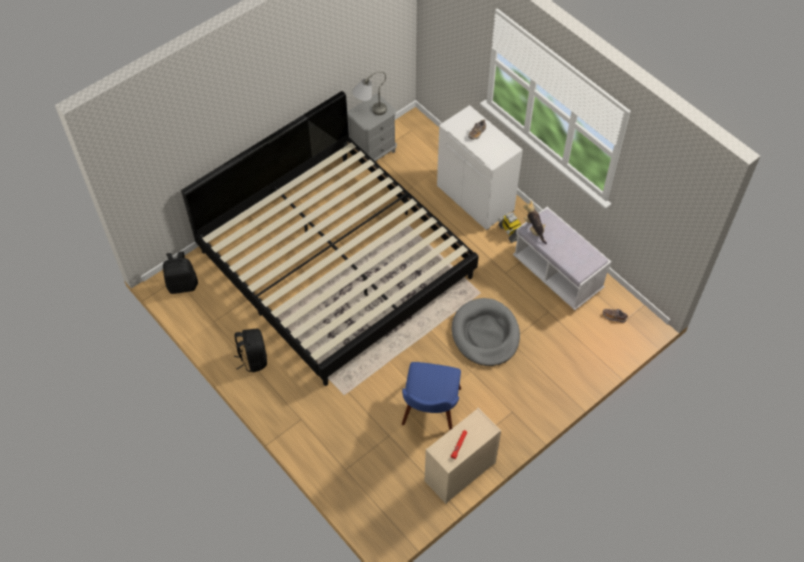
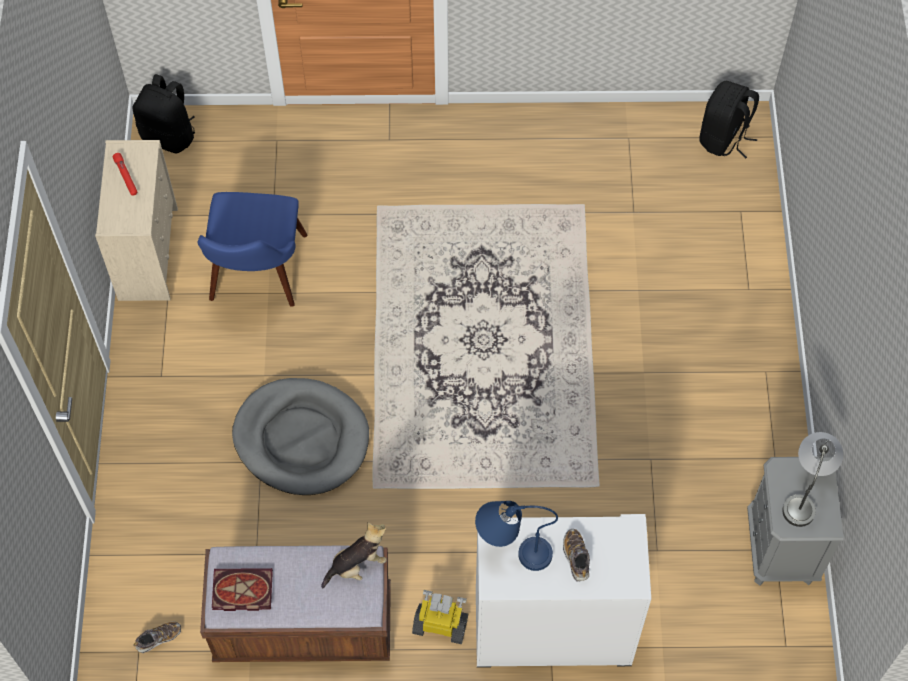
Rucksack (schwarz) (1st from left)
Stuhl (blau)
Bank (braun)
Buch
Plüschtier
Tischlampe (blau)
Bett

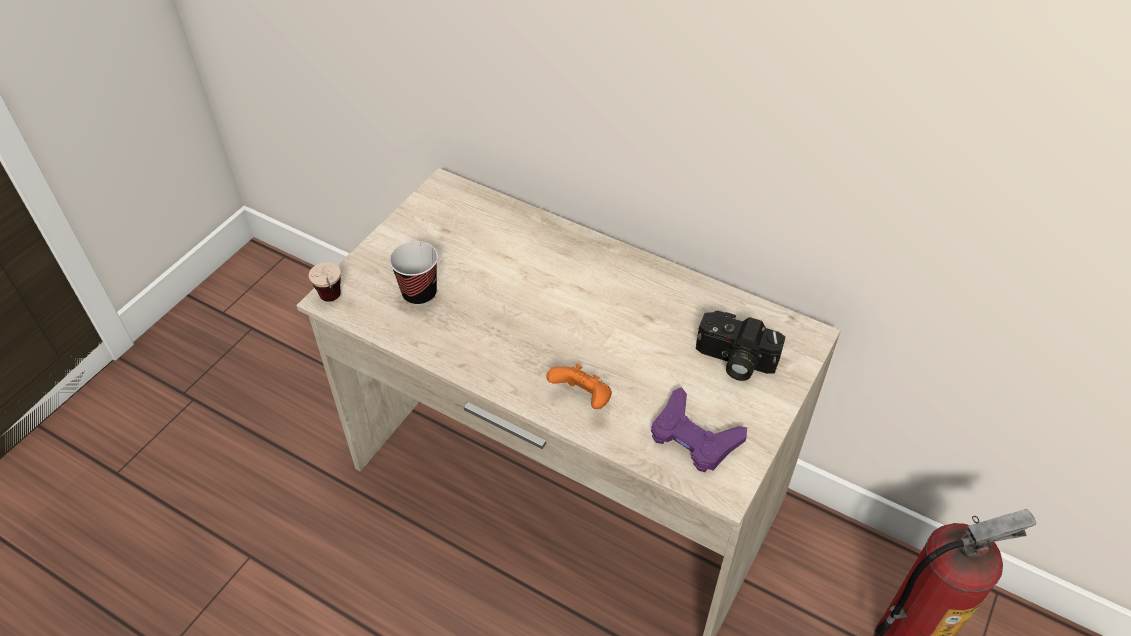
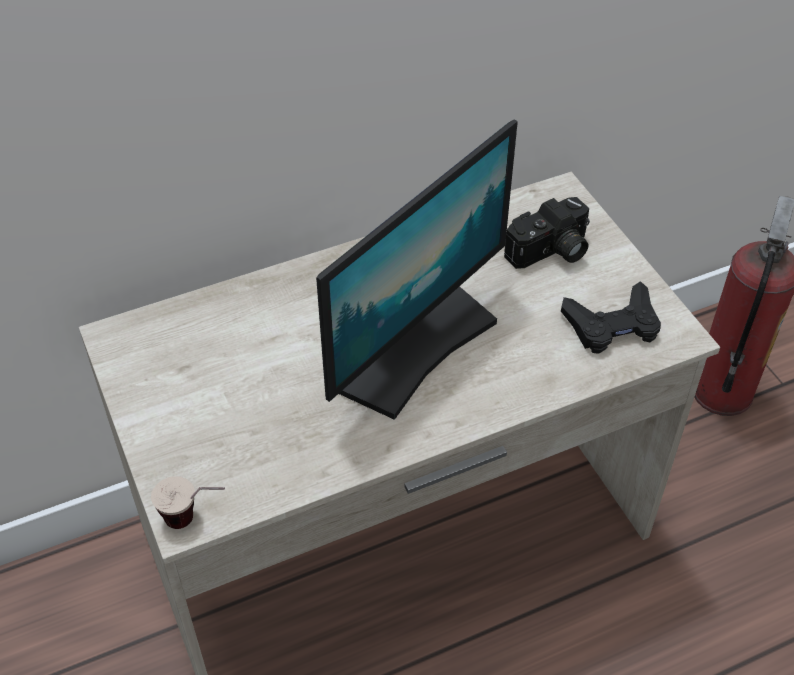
Monitor
Gamepad (schwarz)
Tasse (2nd from left in the first image)
Gamepad (orange)

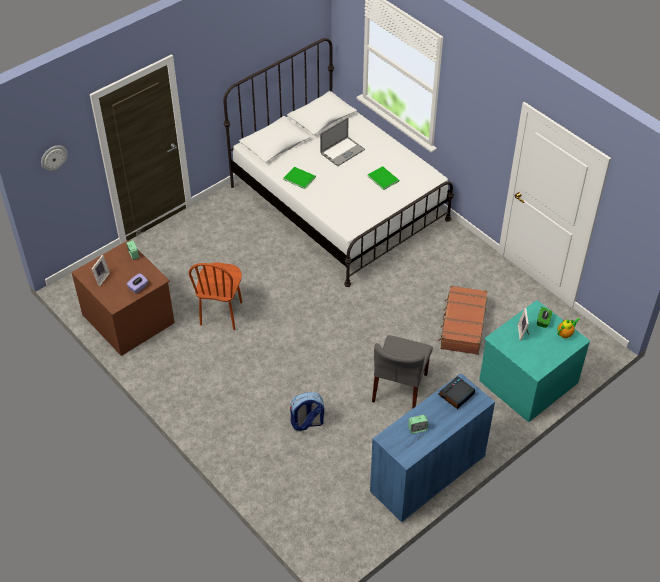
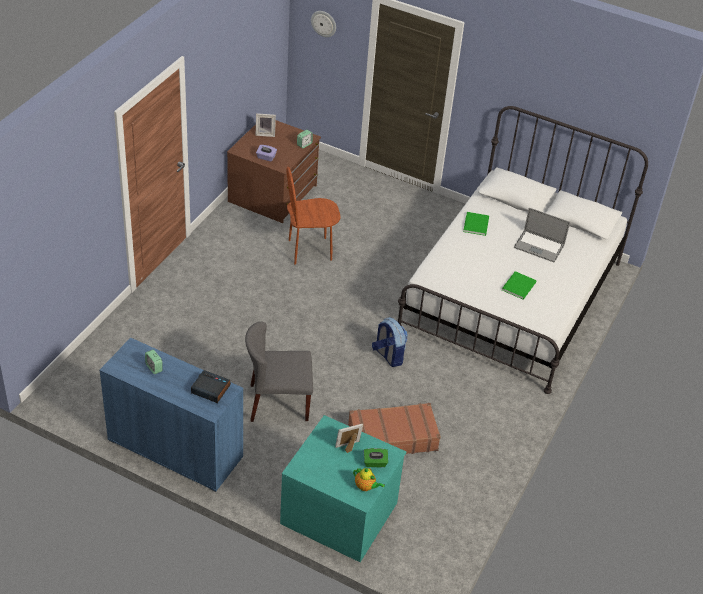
Rucksack

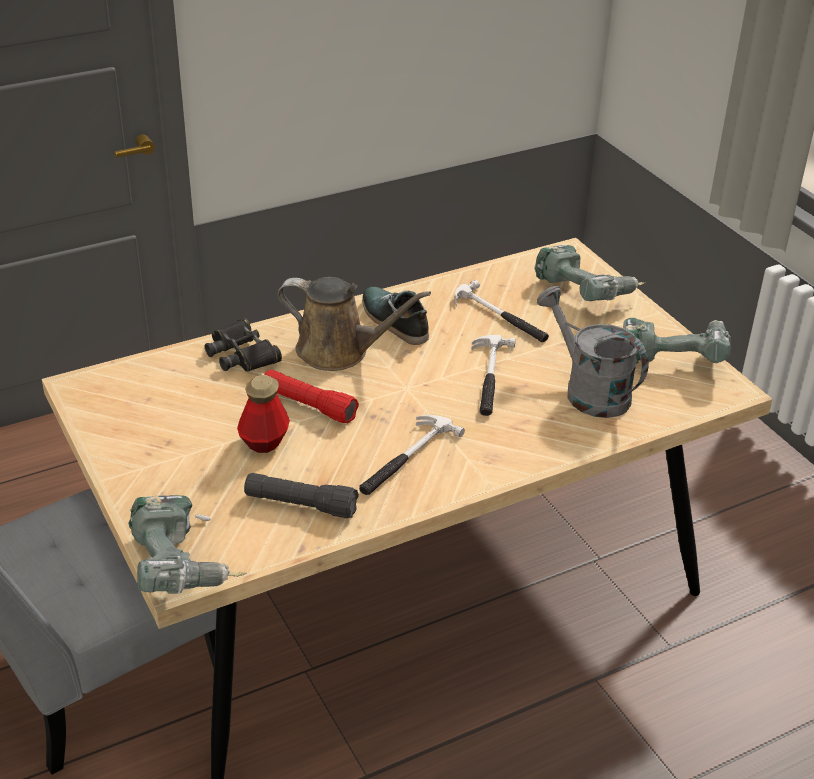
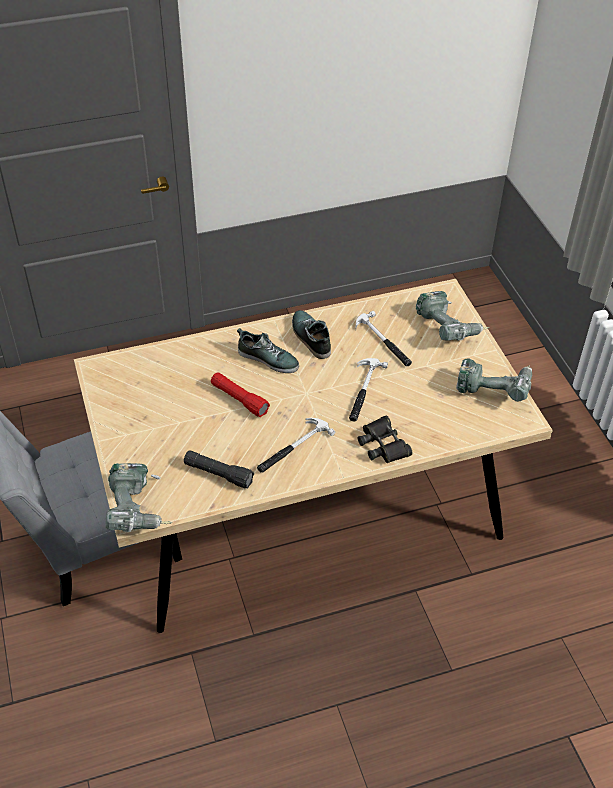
Schuh (1st from left)
Fernglas (schwarz)
Flasche
Gießkanne (grau)

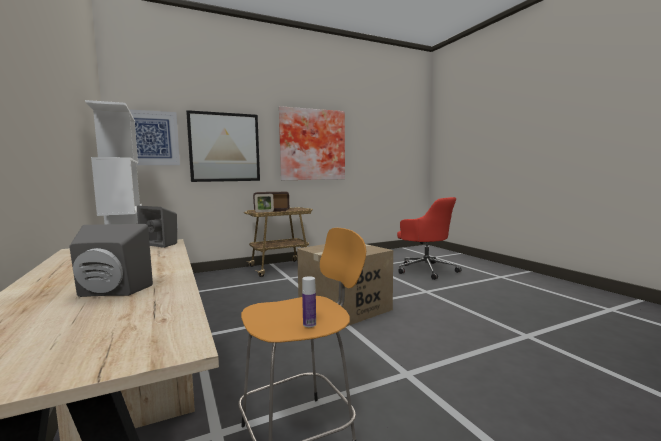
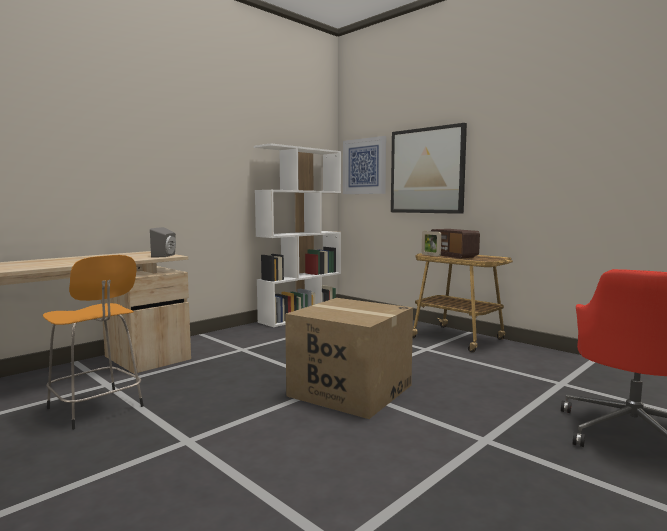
Lautsprecher (grau) (1st from left in the first image)
Bild (3rd from left in the first image)
Flasche

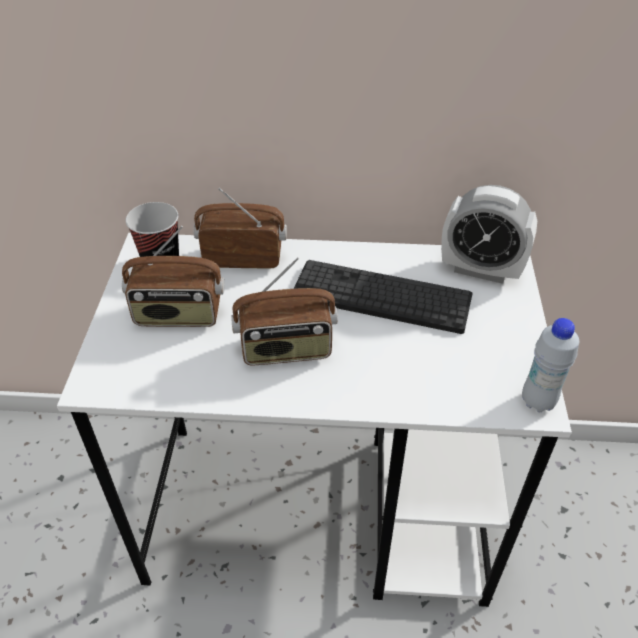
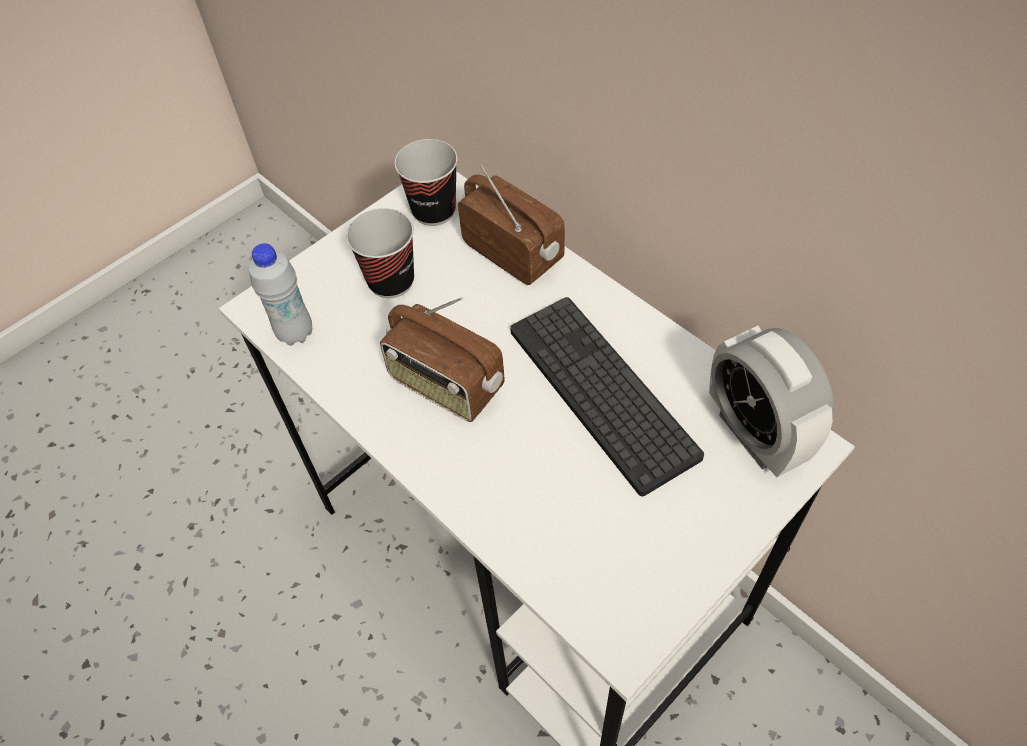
Flasche (weiß)
Tasse (1st from left)

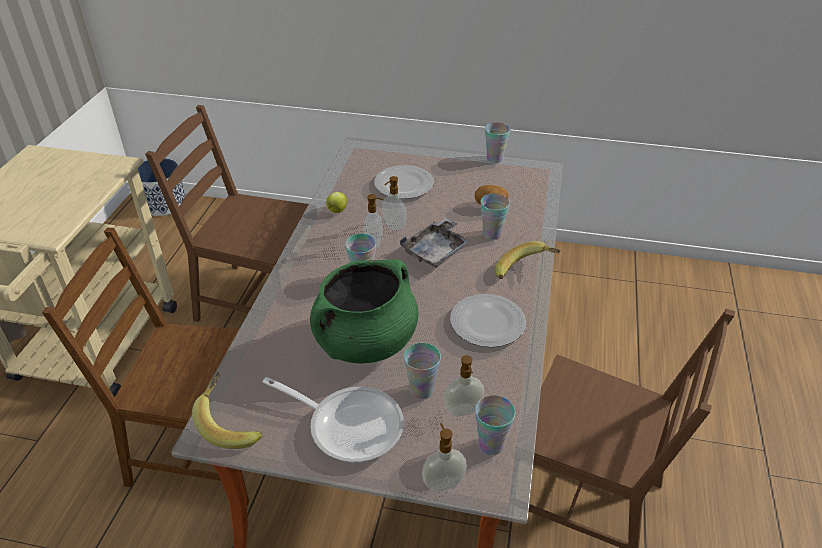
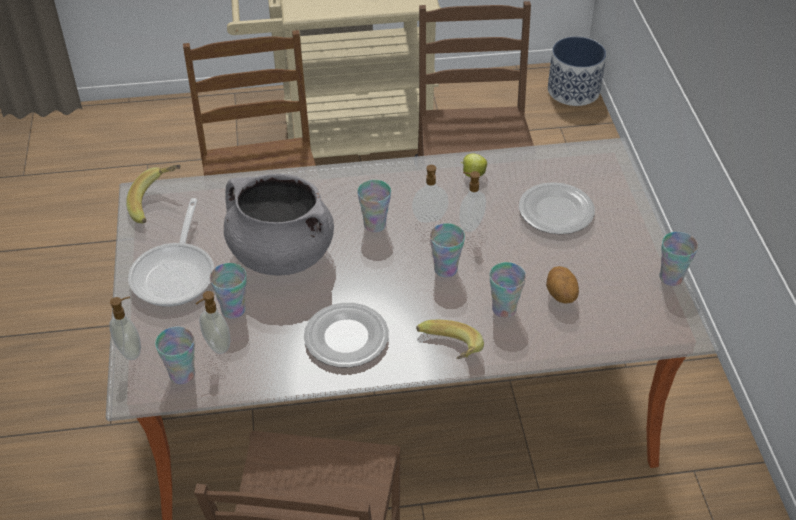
Kochtopf (grau)
Tasse (4th from left)

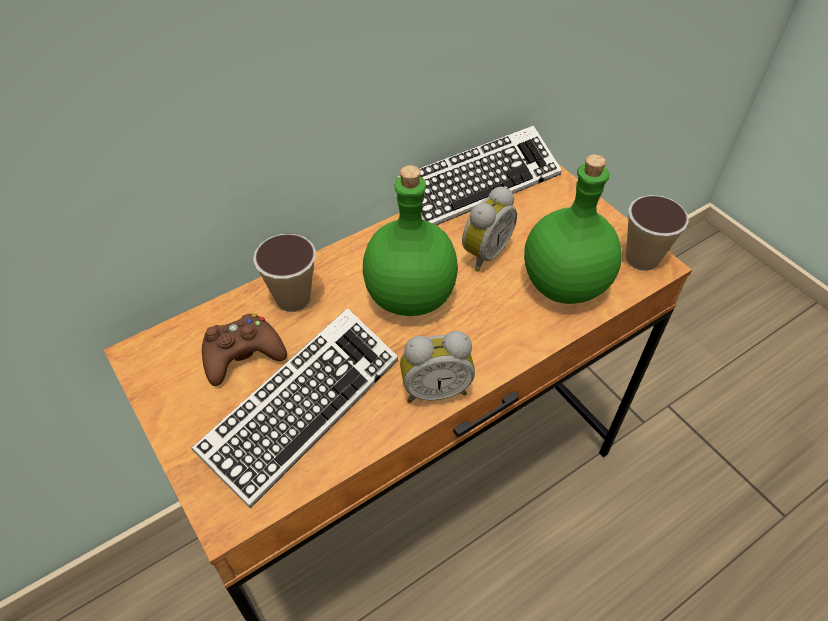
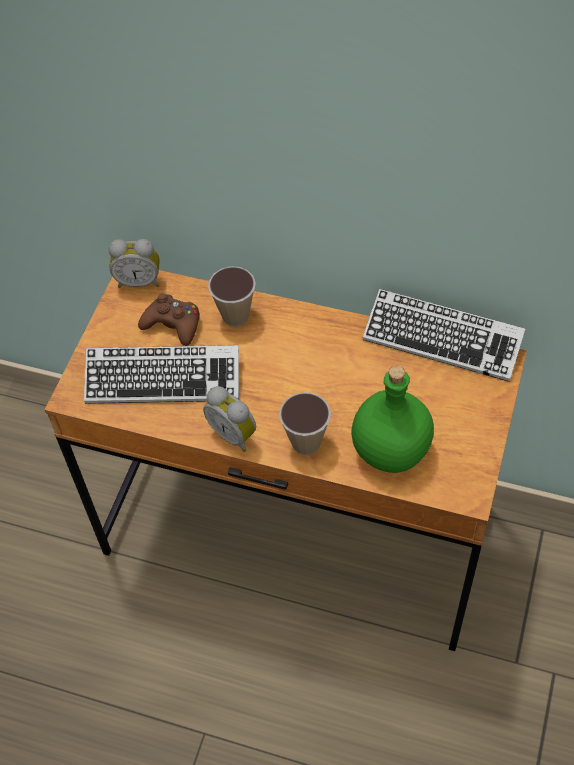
Wecker (1st from left)
Tasse (2nd from left)
Flasche (grün) (1st from left in the first image)

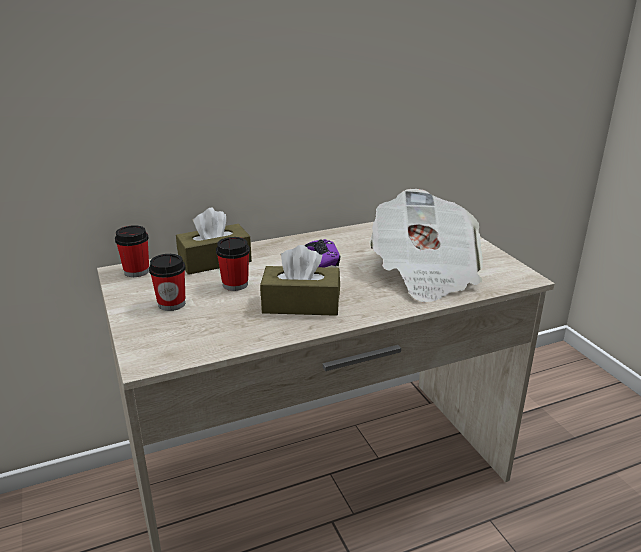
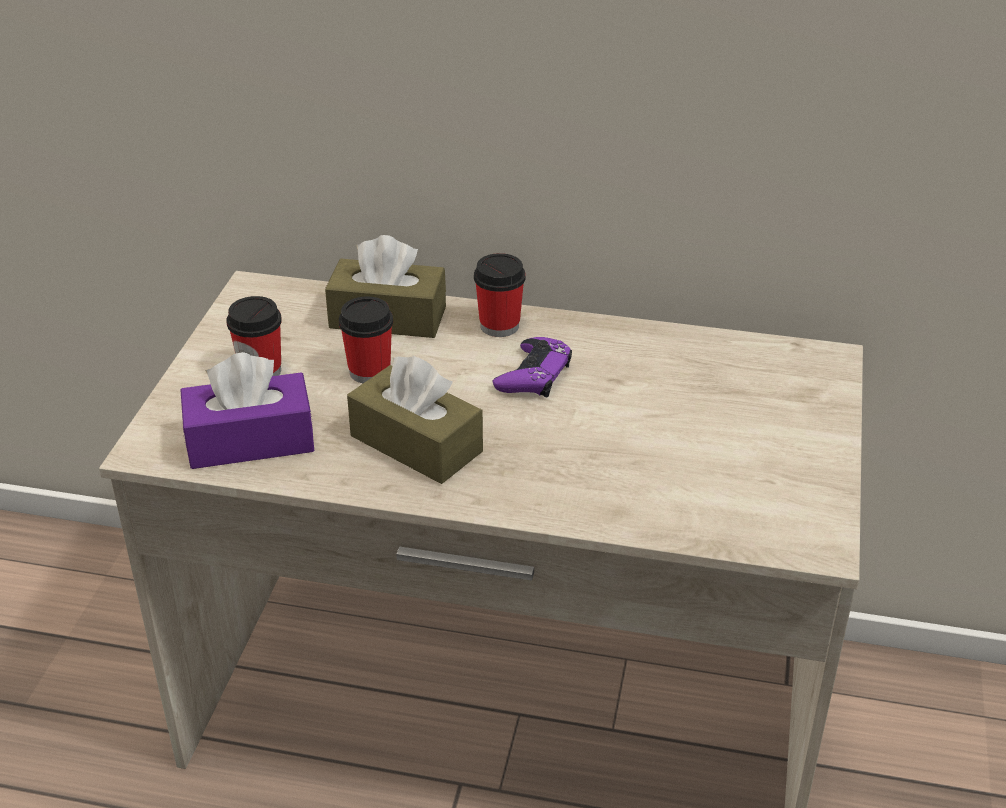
Taschentuchbox (lila)
Tasse (3rd from left)
Zeitung

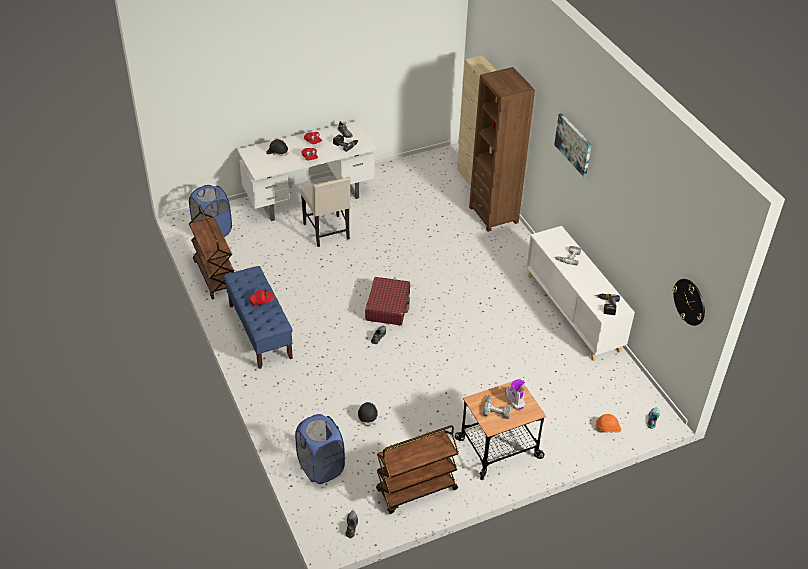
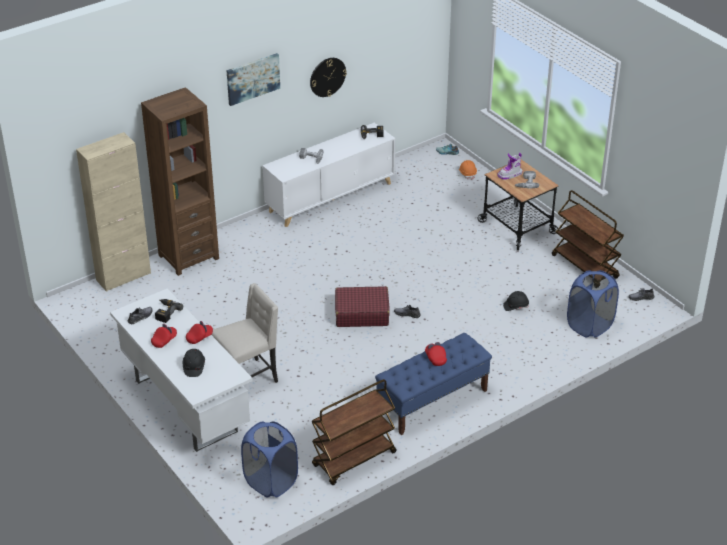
Wanduhr

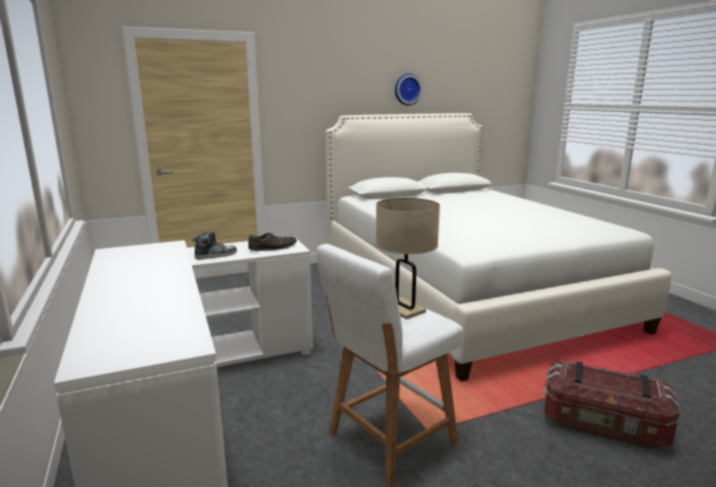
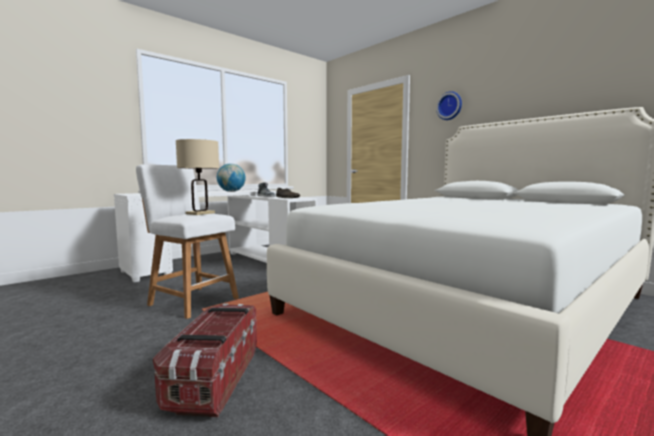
Globus
Wanduhr

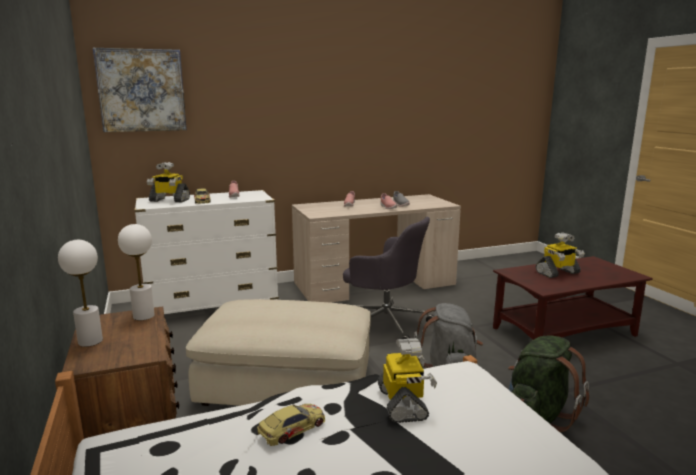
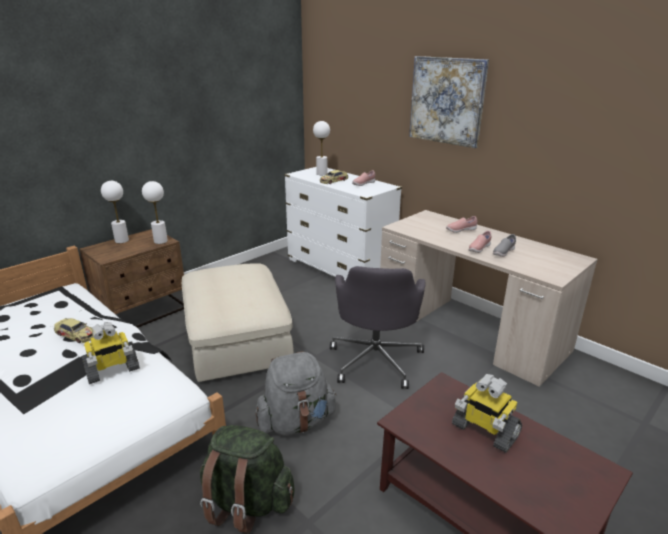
Tischlampe (weiß) (3rd from left)
Bild

